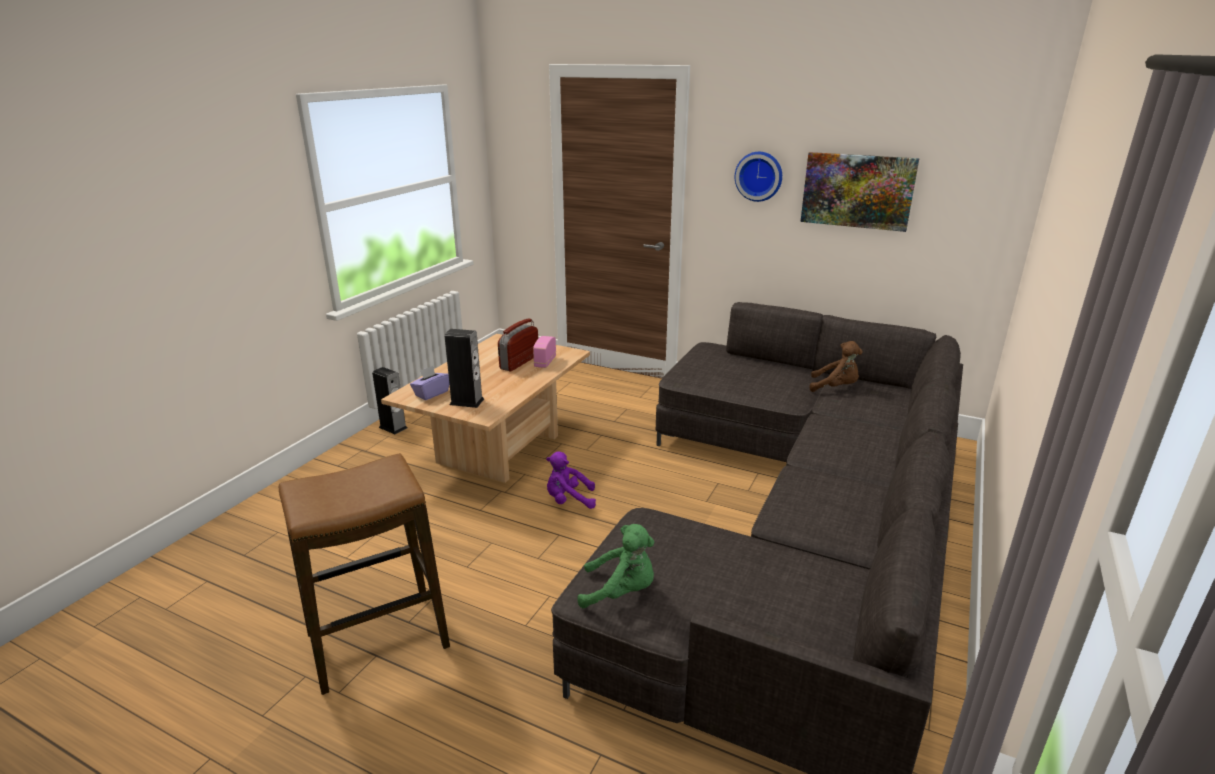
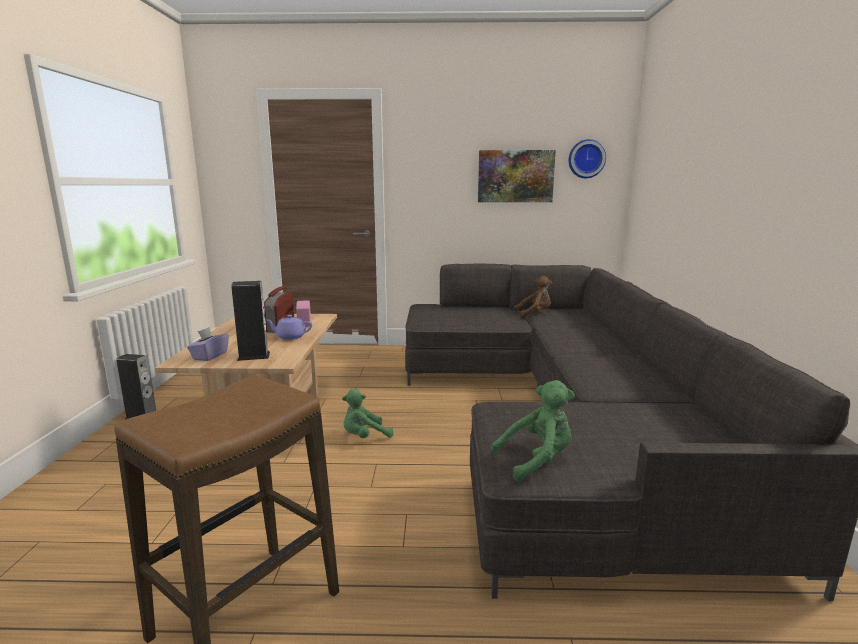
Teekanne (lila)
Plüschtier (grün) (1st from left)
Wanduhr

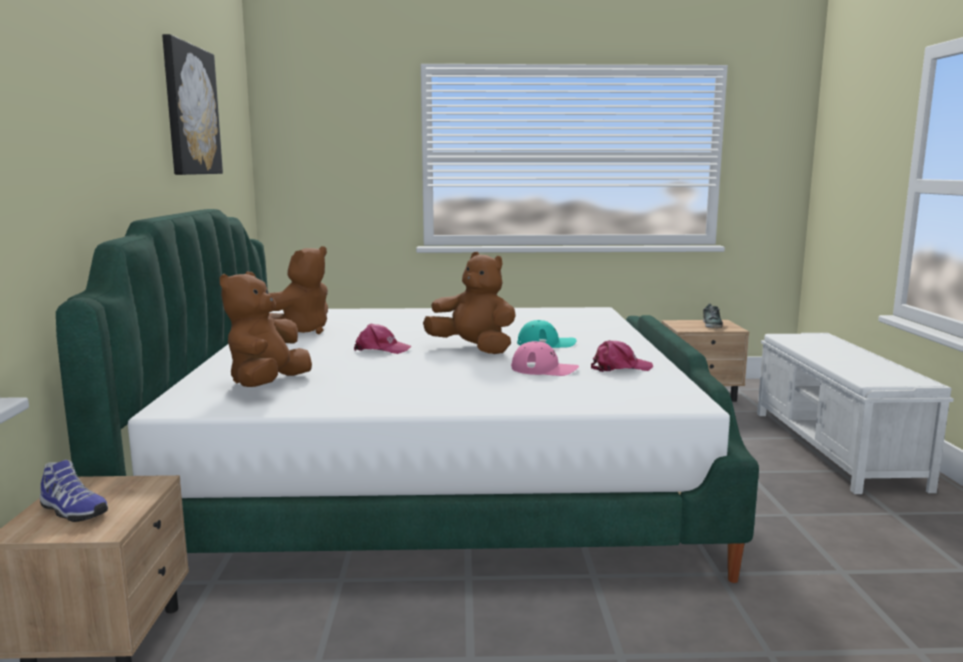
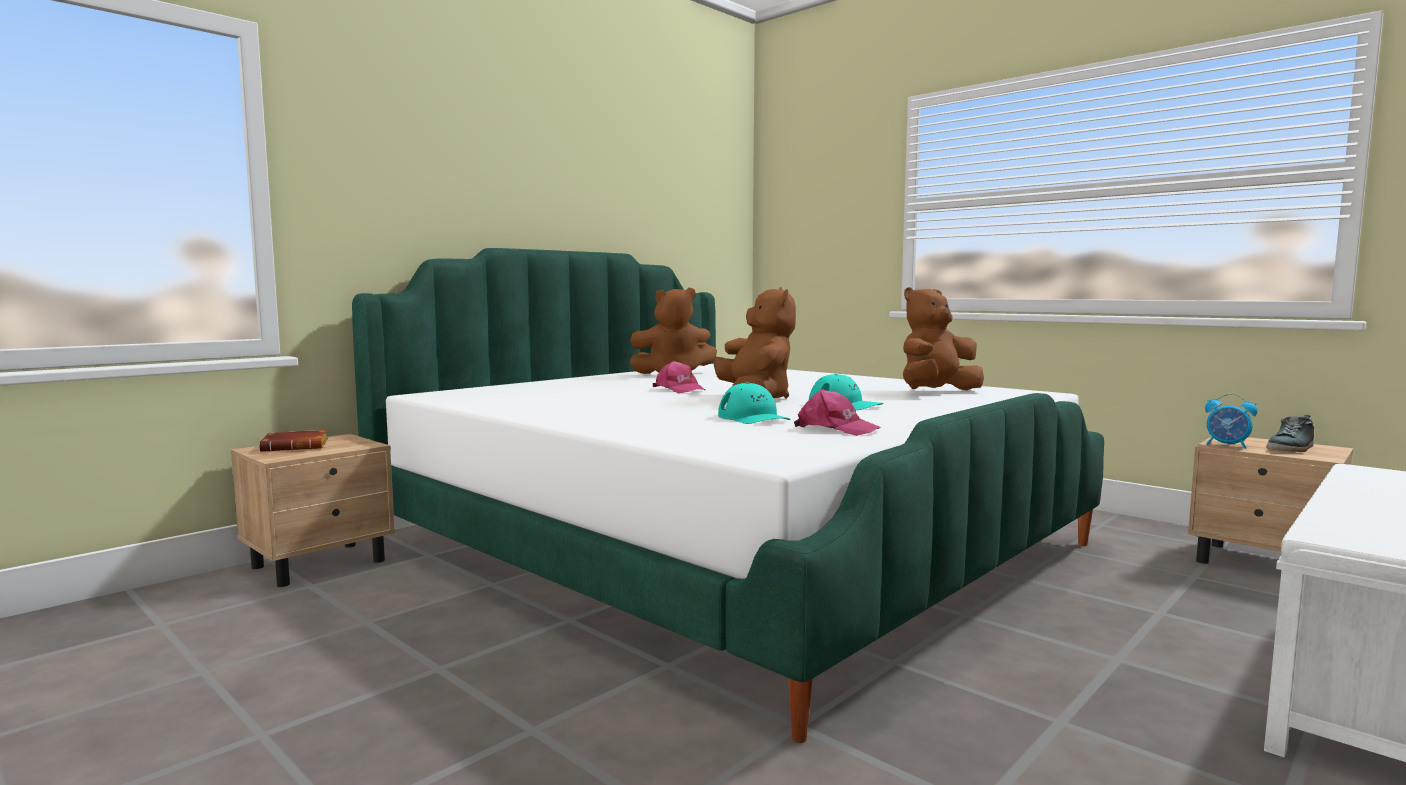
Buch (braun)
Kappe (türkis) (1st from left)
Plüschtier (braun) (3rd from left)
Wecker
Bild

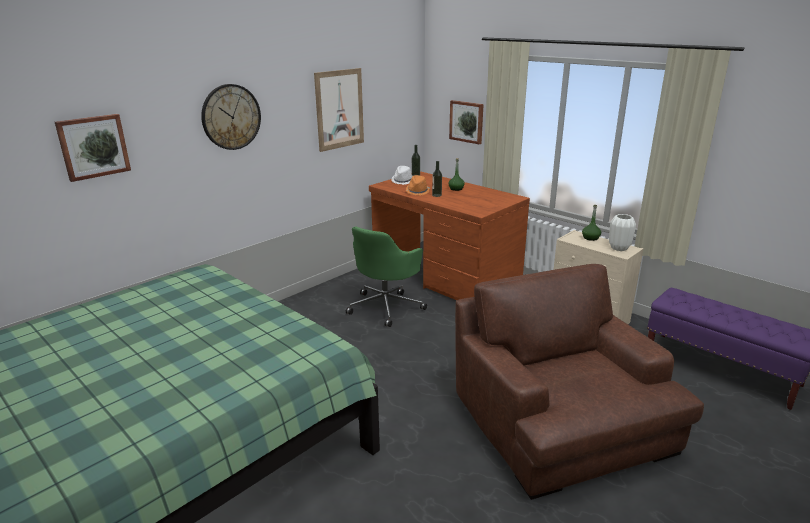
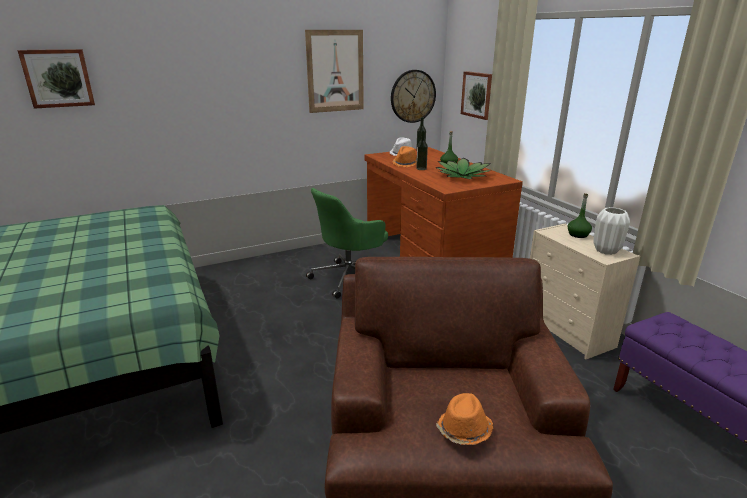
Wanduhr
Topfpflanze
Hut (orange) (2nd from left)

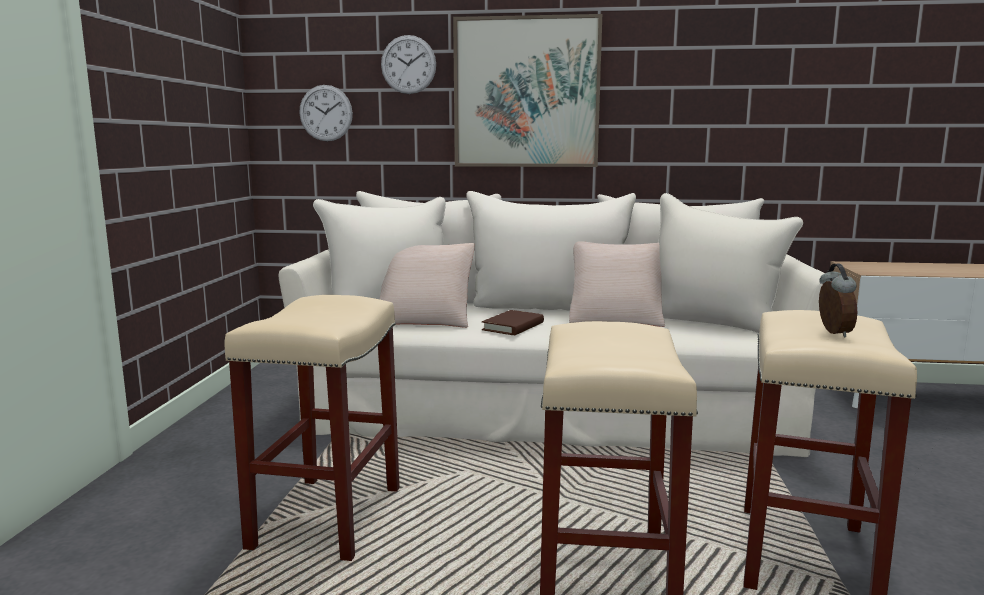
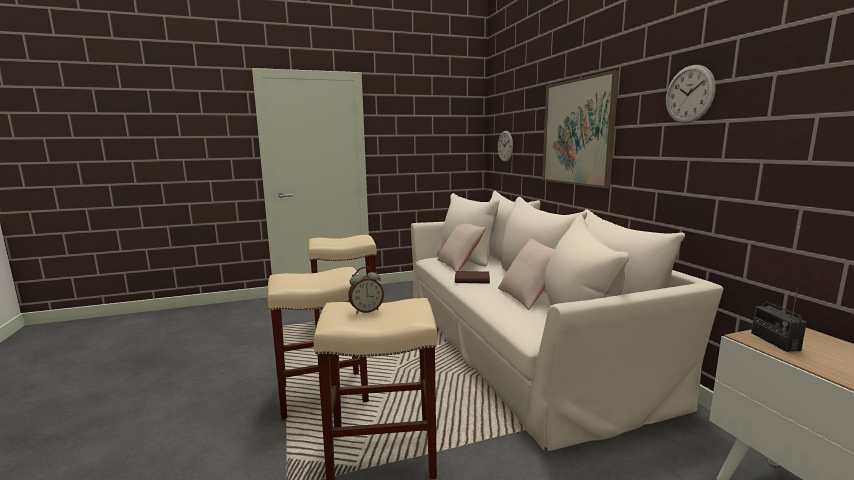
Wanduhr (2nd from left)
Radio

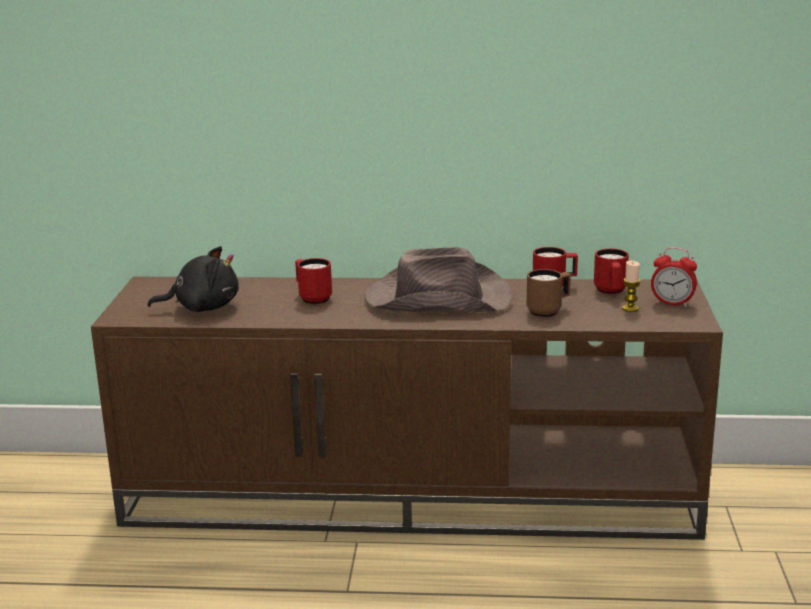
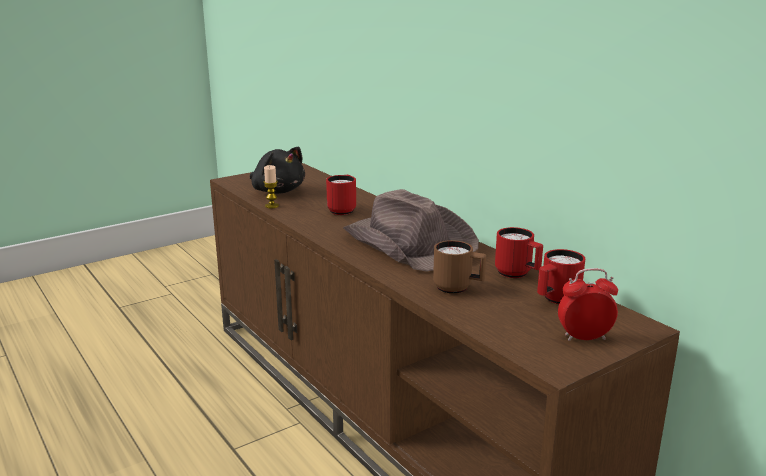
Kerze
Wecker

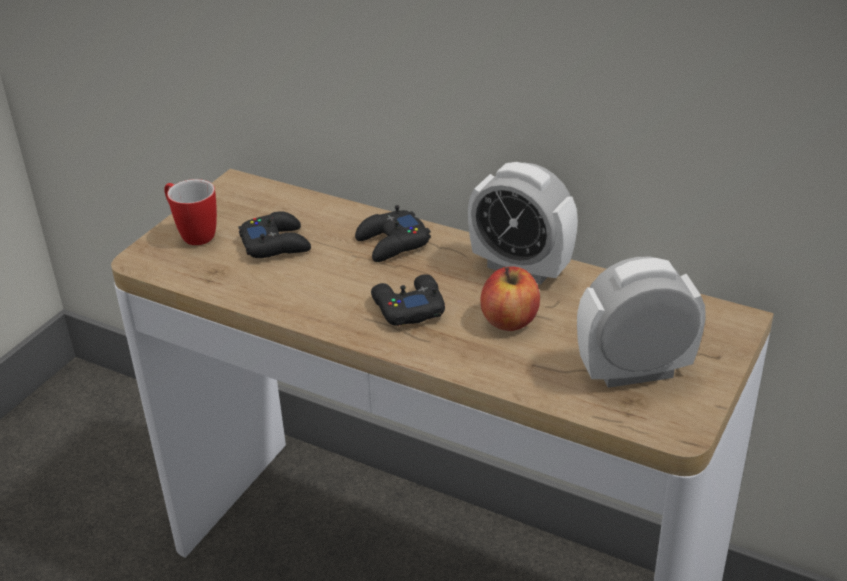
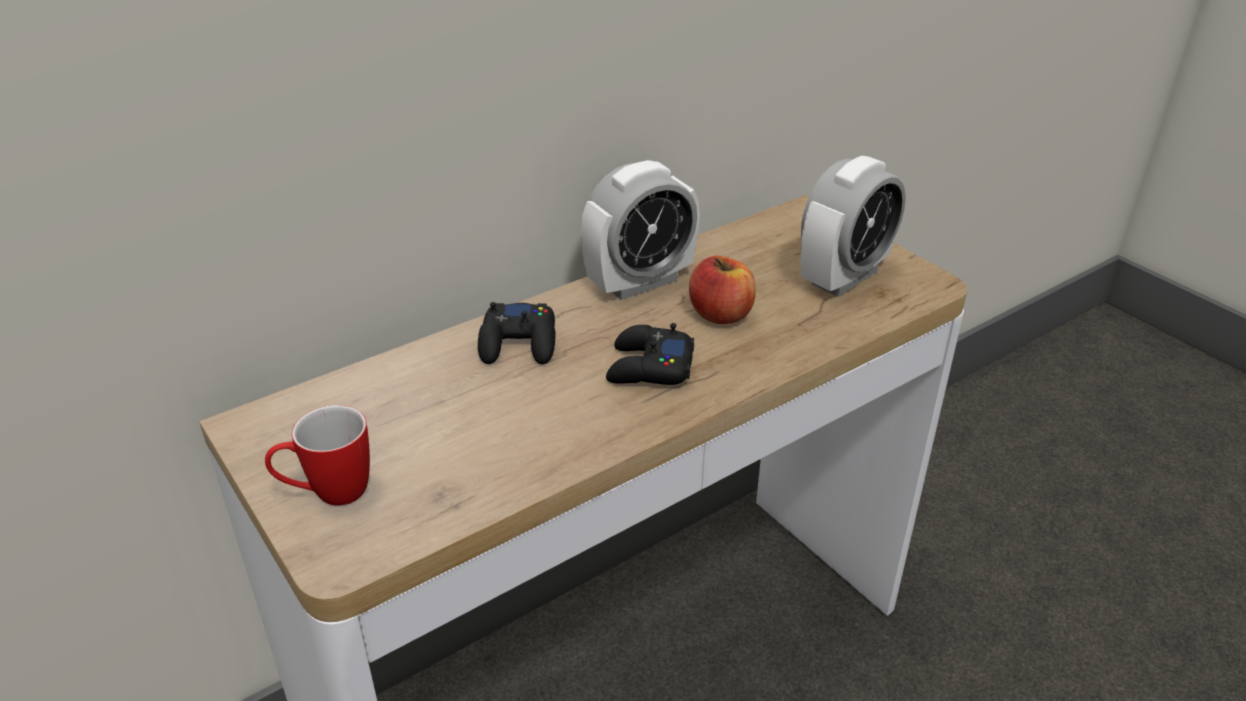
Wecker (2nd from left)
Gamepad (schwarz) (1st from left in the first image)

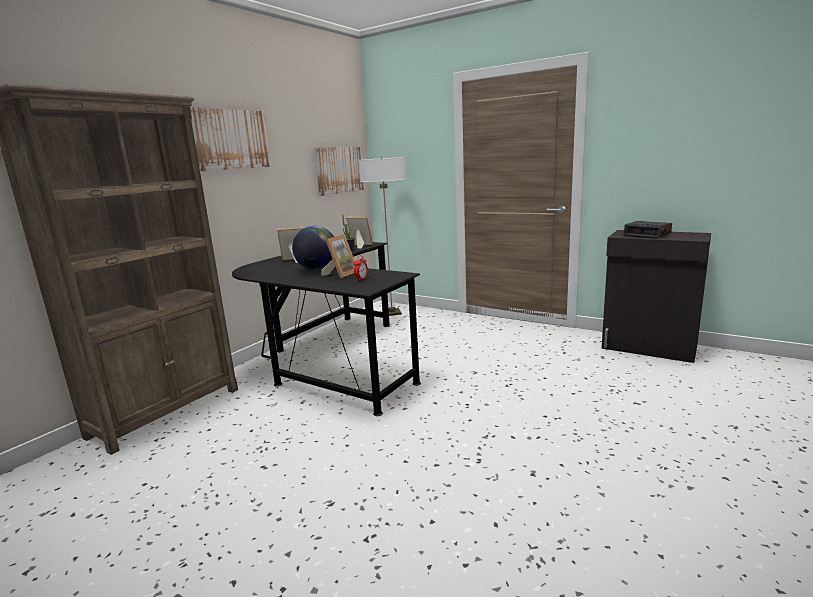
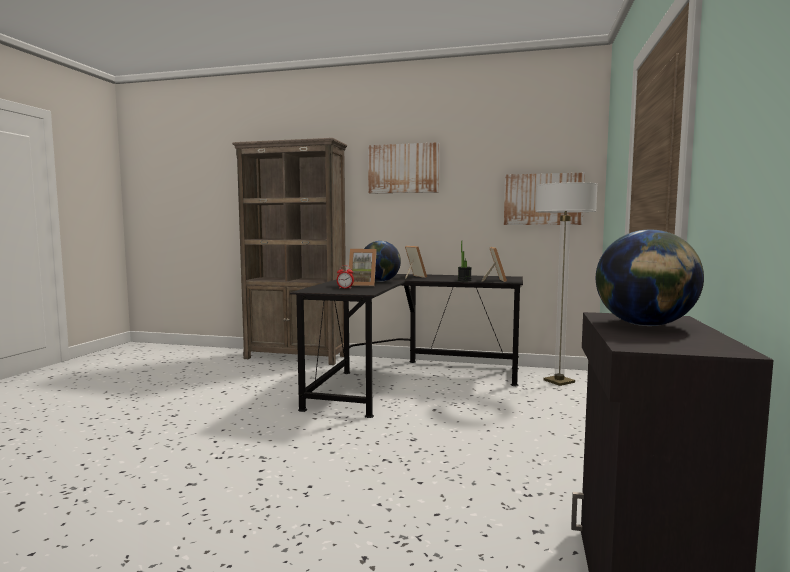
Globus (2nd from left)

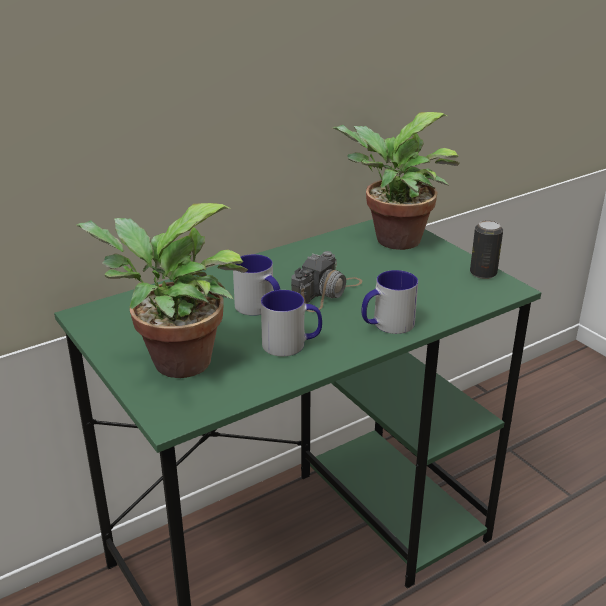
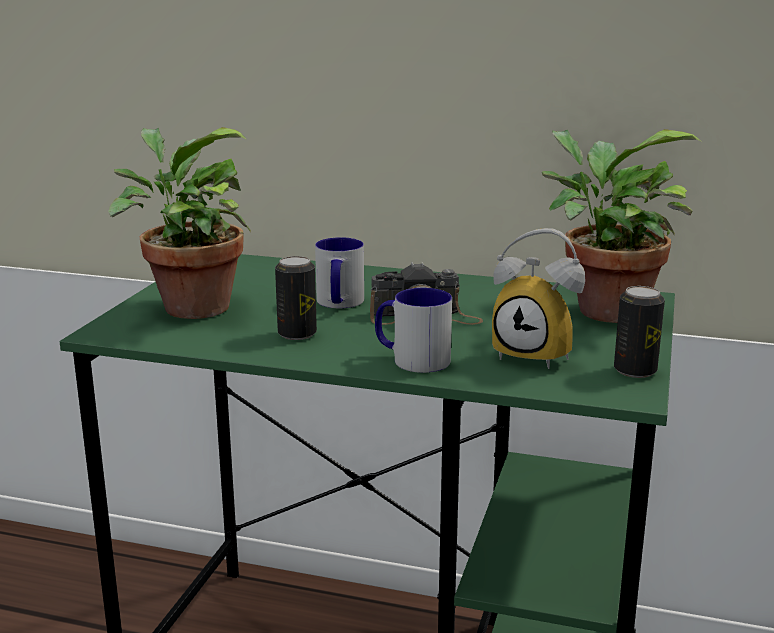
Dose (1st from left)
Wecker

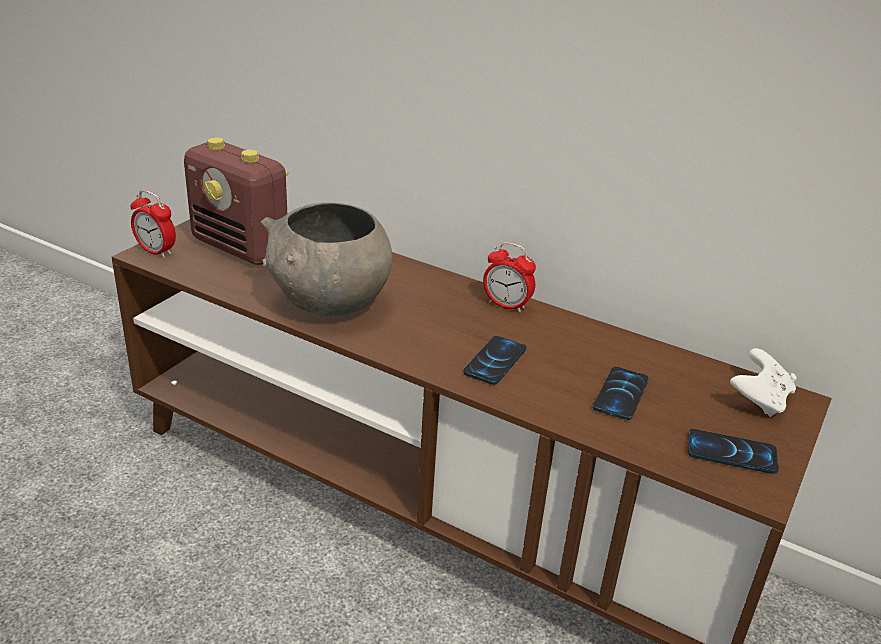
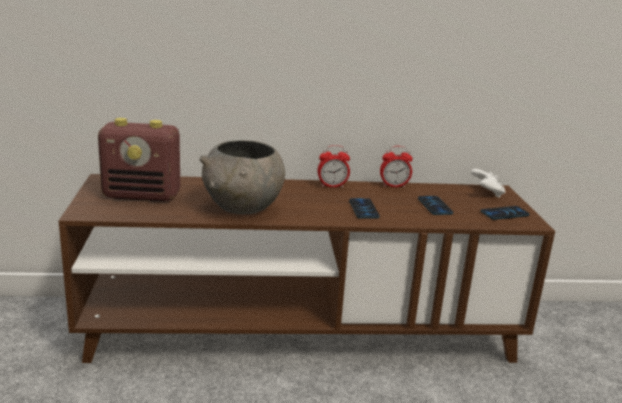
Wecker (2nd from left)

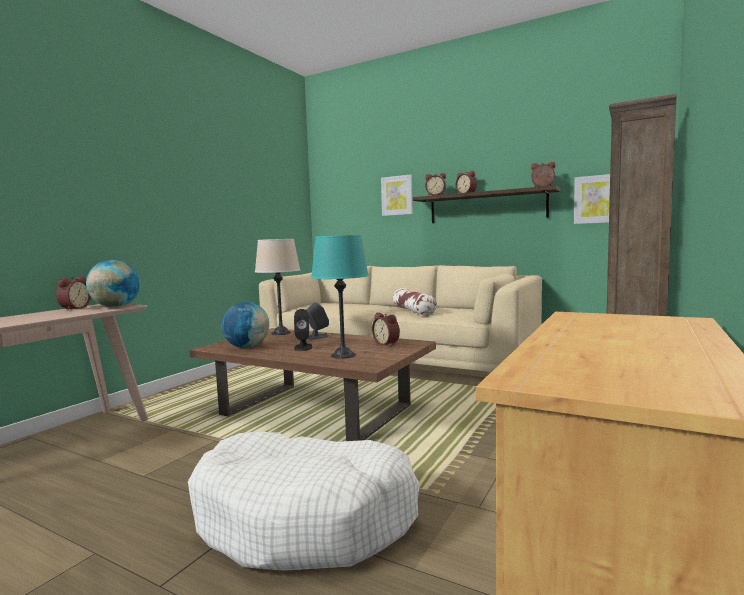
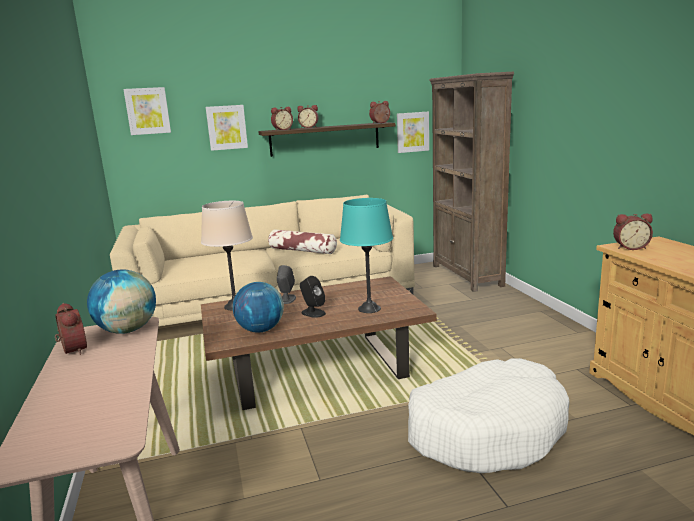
Bild (1st from left)
Wecker (5th from left)

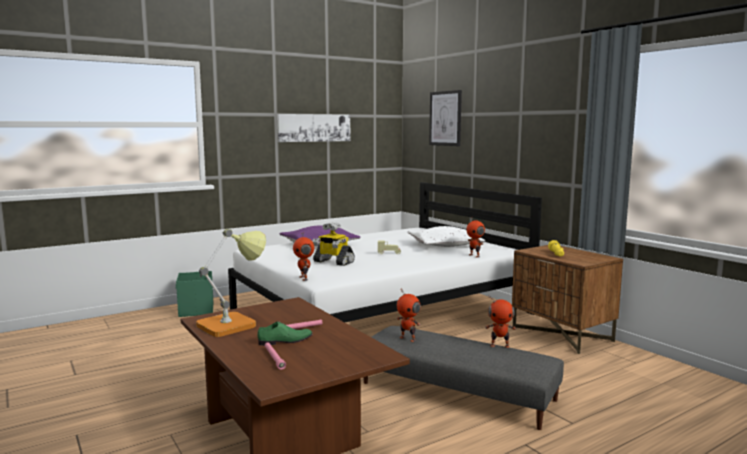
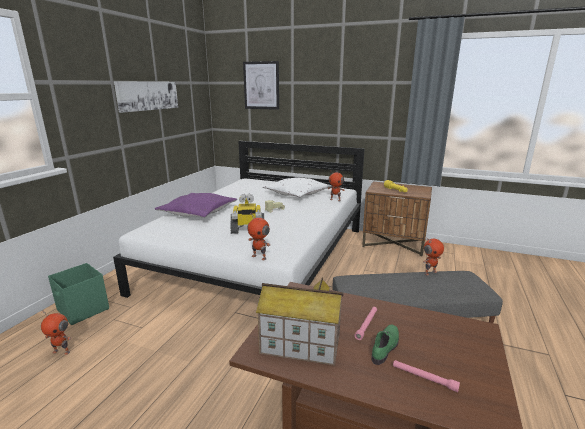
Spielzeugroboter (1st from left)
Spielzeughaus

